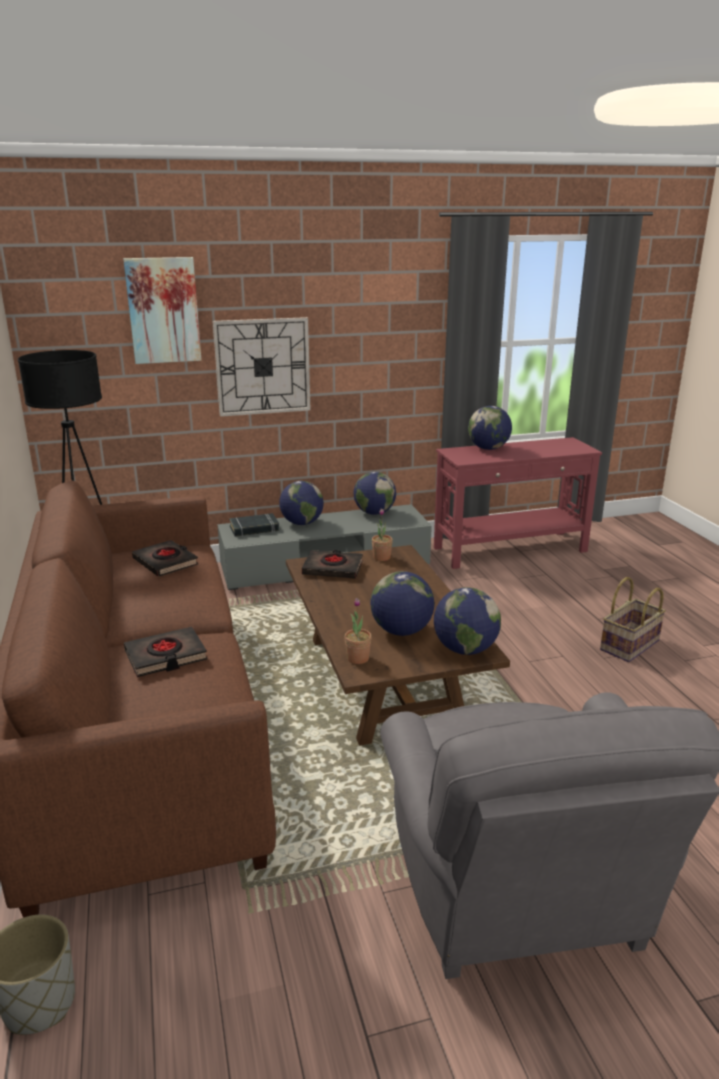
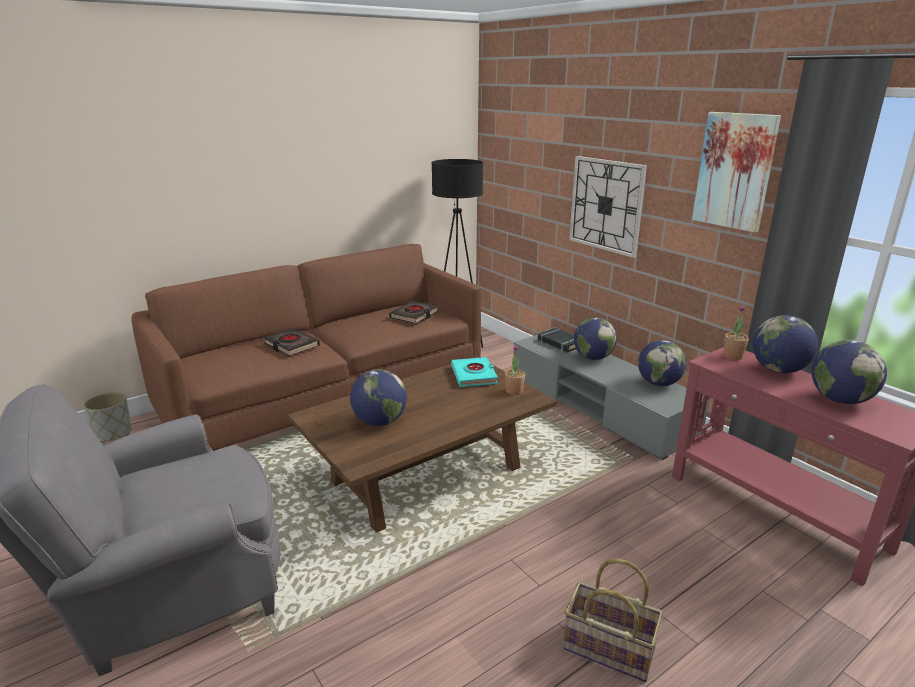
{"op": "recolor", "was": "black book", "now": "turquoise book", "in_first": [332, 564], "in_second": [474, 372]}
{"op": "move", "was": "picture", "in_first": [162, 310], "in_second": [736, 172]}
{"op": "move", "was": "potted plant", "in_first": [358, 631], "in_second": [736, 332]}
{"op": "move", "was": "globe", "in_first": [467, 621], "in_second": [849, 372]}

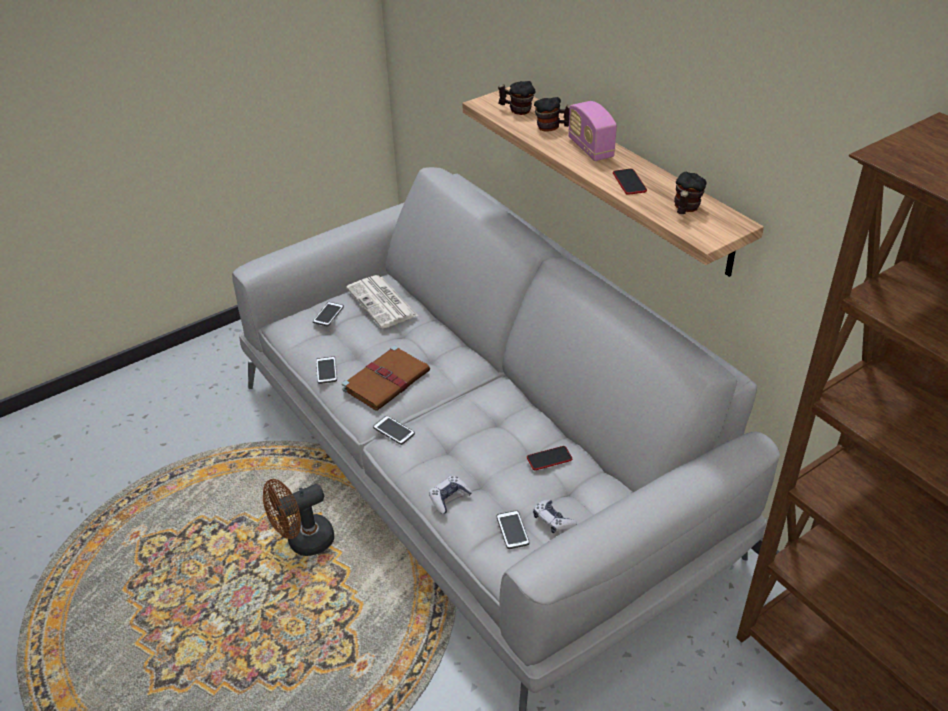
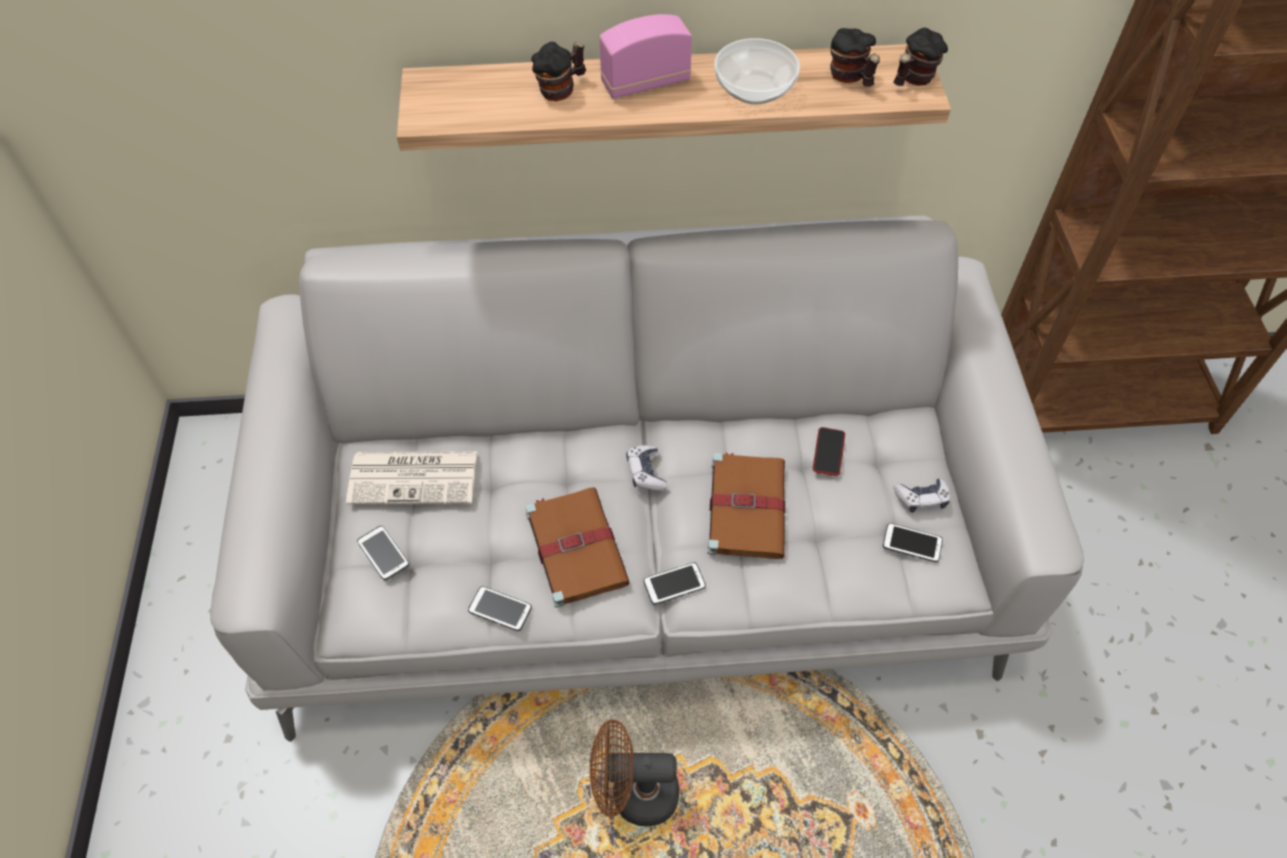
{"op": "rotate", "was": "brown fan", "in_first": [298, 517], "in_second": [634, 772], "clockwise": 90}
{"op": "rotate", "was": "radio", "in_first": [592, 131], "in_second": [645, 56], "clockwise": 150}
{"op": "move", "was": "game controller", "in_first": [450, 494], "in_second": [647, 468]}
{"op": "insert", "now": "brown book", "in_second": [746, 506]}
{"op": "replace", "was": "phone", "now": "bowl", "in_first": [630, 182], "in_second": [757, 71]}
{"op": "move", "was": "mug", "in_first": [517, 98], "in_second": [920, 57]}

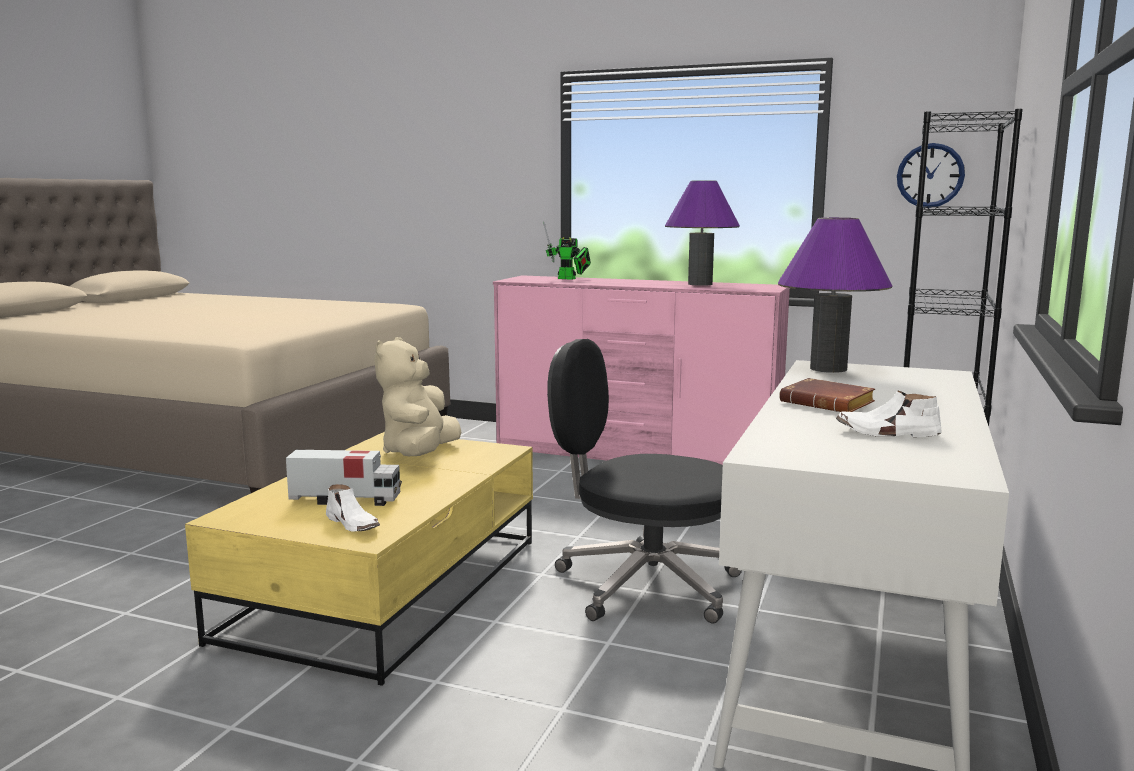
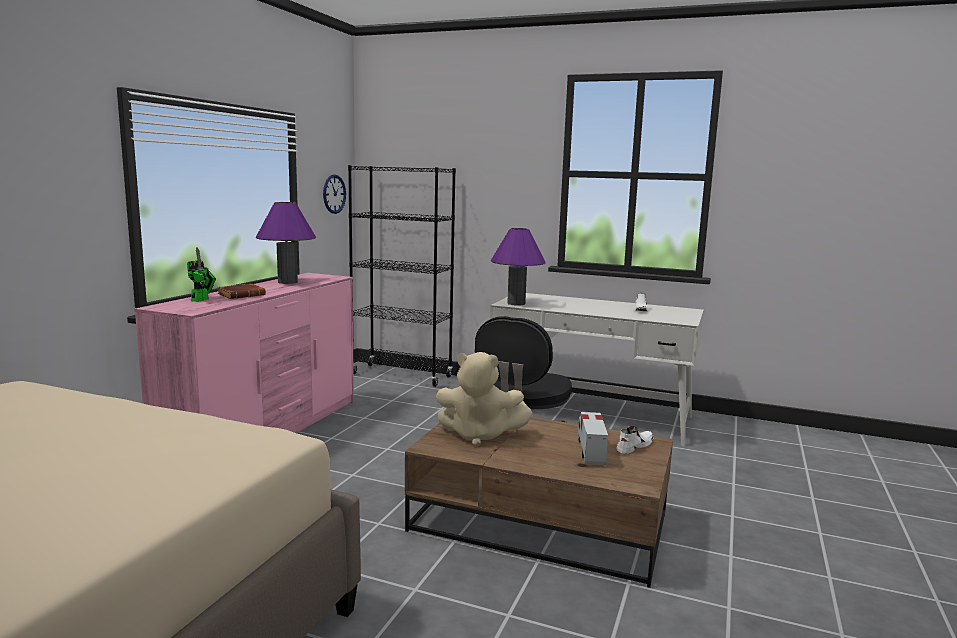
{"op": "move", "was": "brown book", "in_first": [827, 395], "in_second": [241, 291]}
{"op": "recolor", "was": "yellow coffee table", "now": "brown coffee table", "in_first": [359, 559], "in_second": [539, 502]}

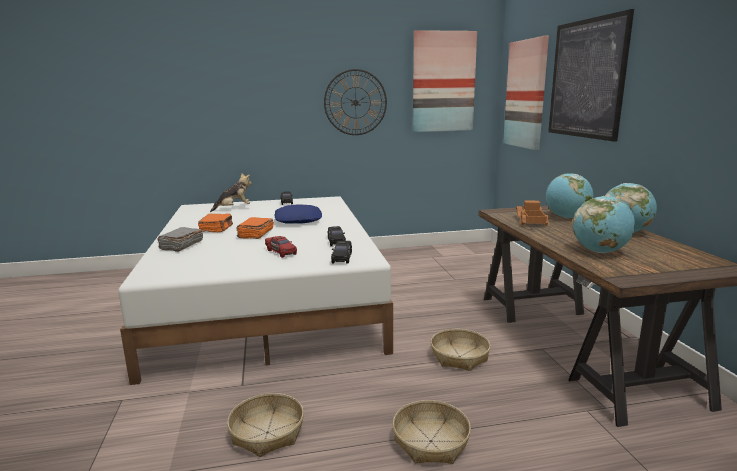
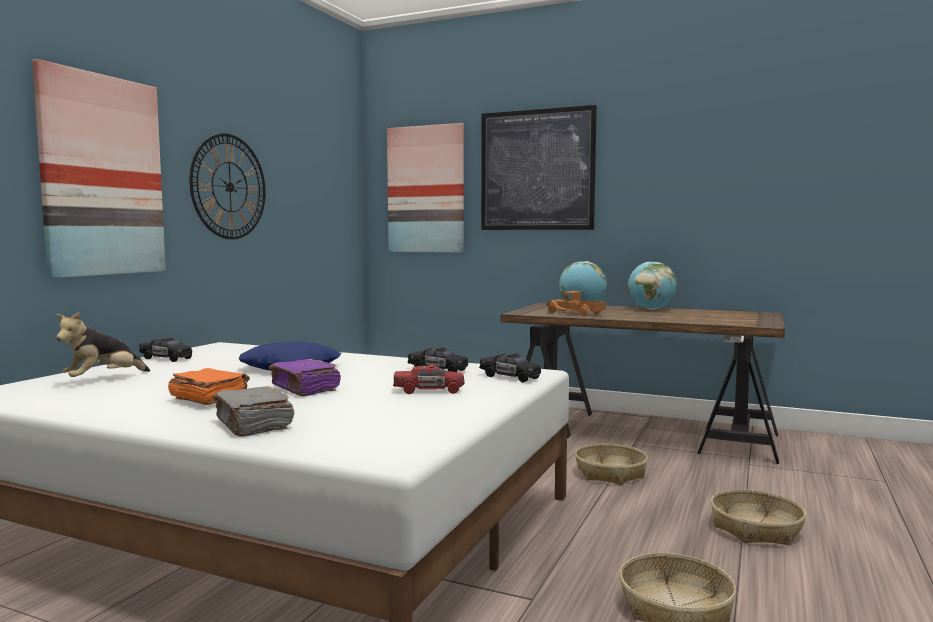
{"op": "move", "was": "picture", "in_first": [445, 81], "in_second": [99, 168]}
{"op": "rotate", "was": "plush toy", "in_first": [231, 192], "in_second": [103, 344], "clockwise": -150}
{"op": "recolor", "was": "orange book", "now": "purple book", "in_first": [255, 228], "in_second": [305, 377]}
{"op": "delete", "was": "globe", "in_first": [604, 224]}

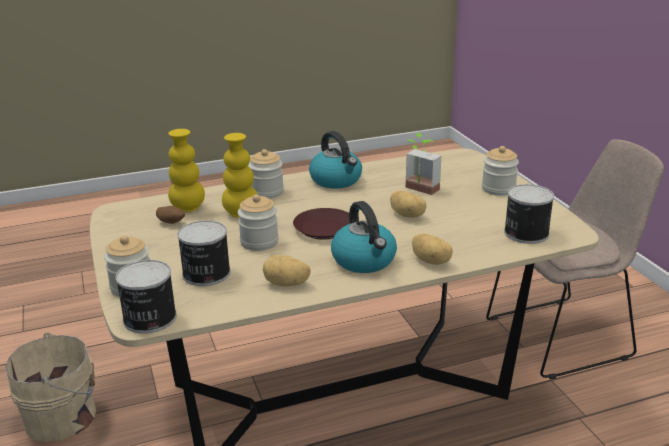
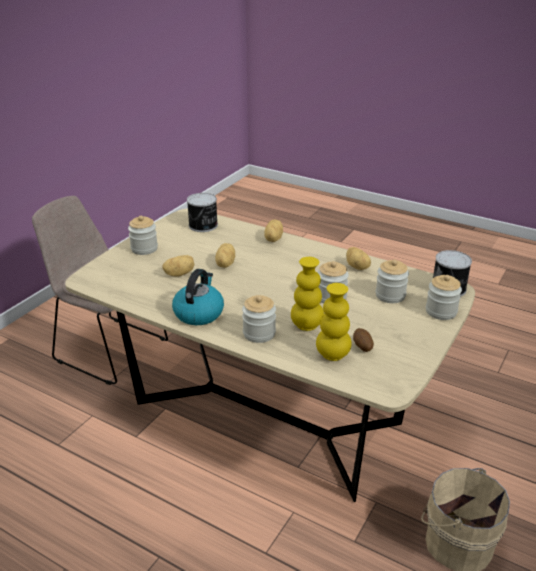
{"op": "replace", "was": "potted plant", "now": "potato", "in_first": [423, 164], "in_second": [178, 265]}
{"op": "replace", "was": "can", "now": "jar", "in_first": [204, 253], "in_second": [392, 281]}
{"op": "delete", "was": "brown plate", "in_first": [322, 224]}
{"op": "delete", "was": "kettle", "in_first": [364, 237]}

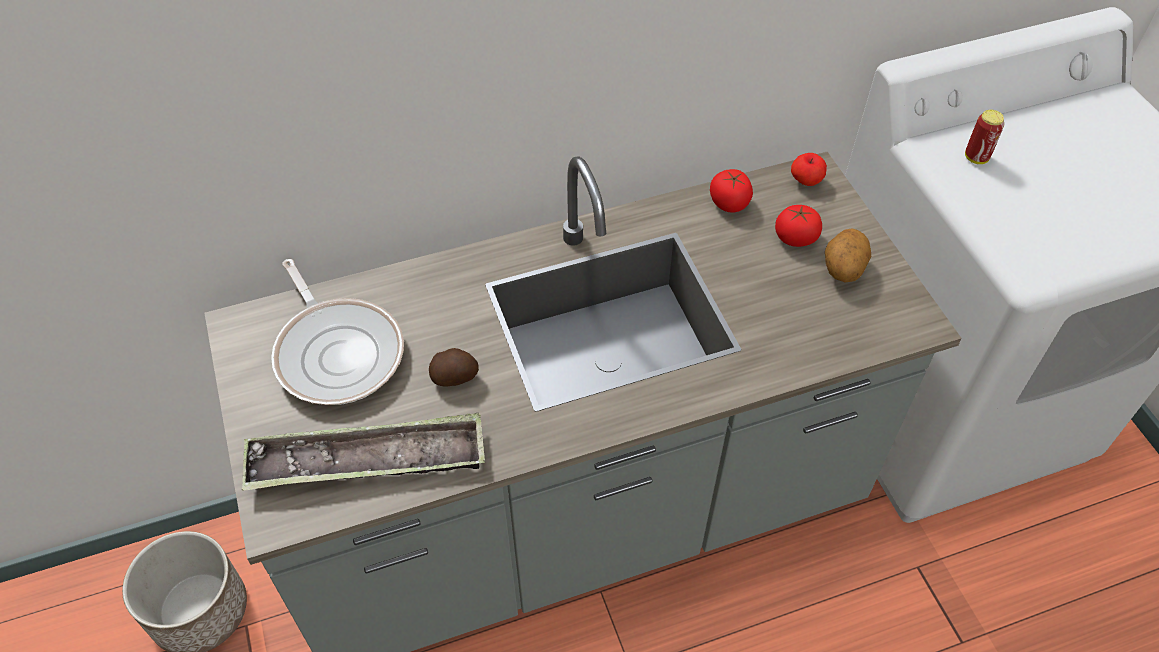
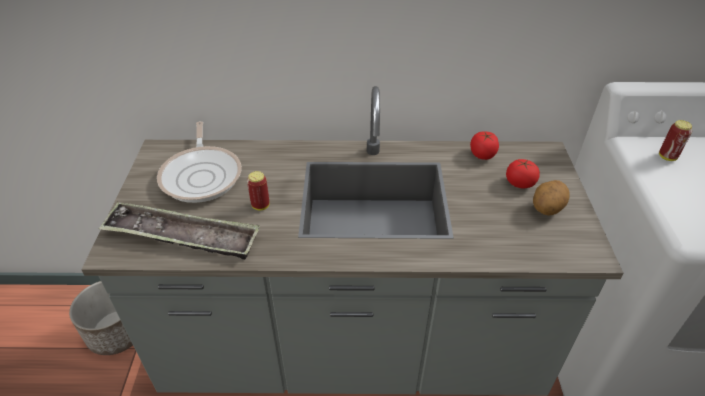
{"op": "replace", "was": "potato", "now": "can", "in_first": [454, 367], "in_second": [258, 191]}
{"op": "delete", "was": "apple", "in_first": [809, 169]}

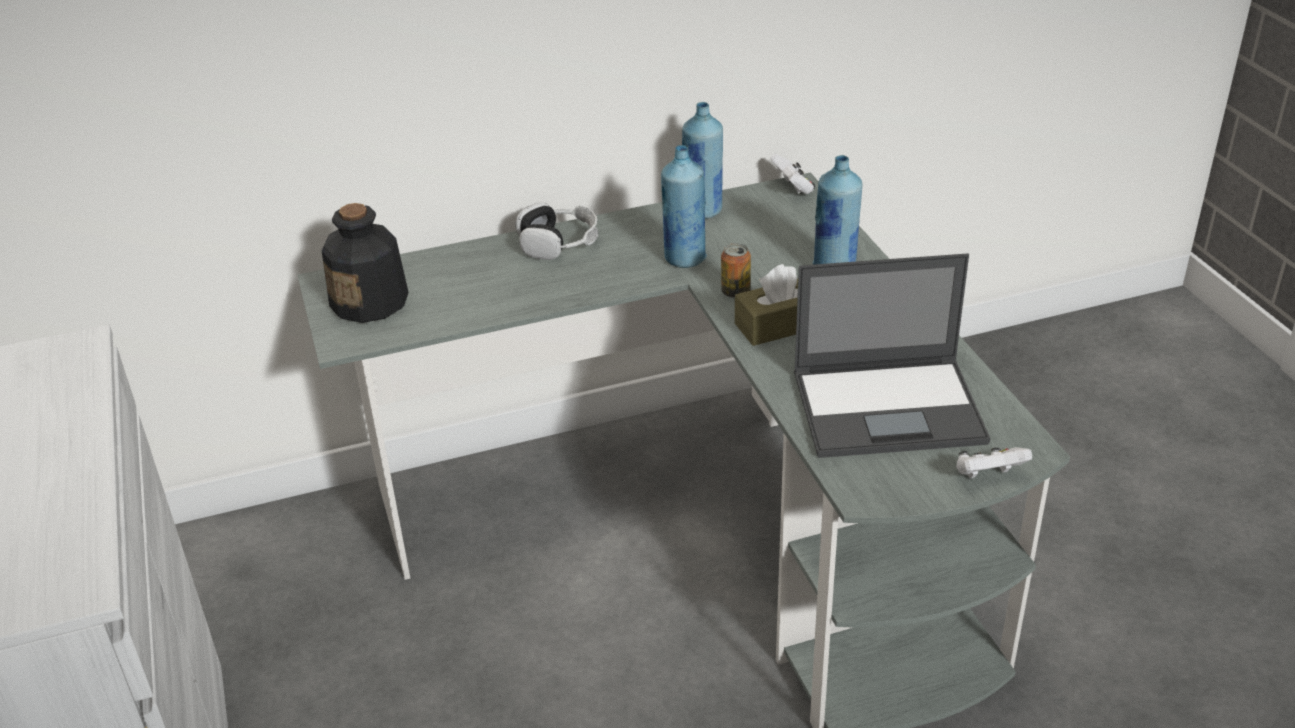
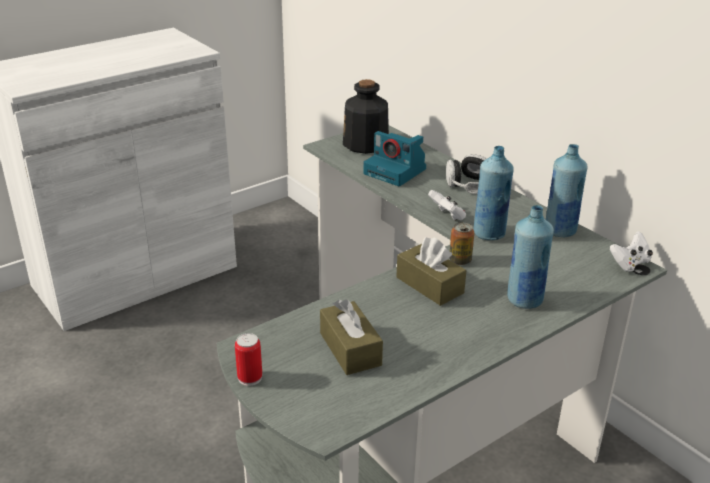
{"op": "insert", "now": "can", "in_second": [248, 359]}
{"op": "replace", "was": "laptop", "now": "brown tissue box", "in_first": [892, 355], "in_second": [351, 337]}
{"op": "insert", "now": "photo camera", "in_second": [394, 158]}
{"op": "move", "was": "white game controller", "in_first": [994, 463], "in_second": [447, 205]}

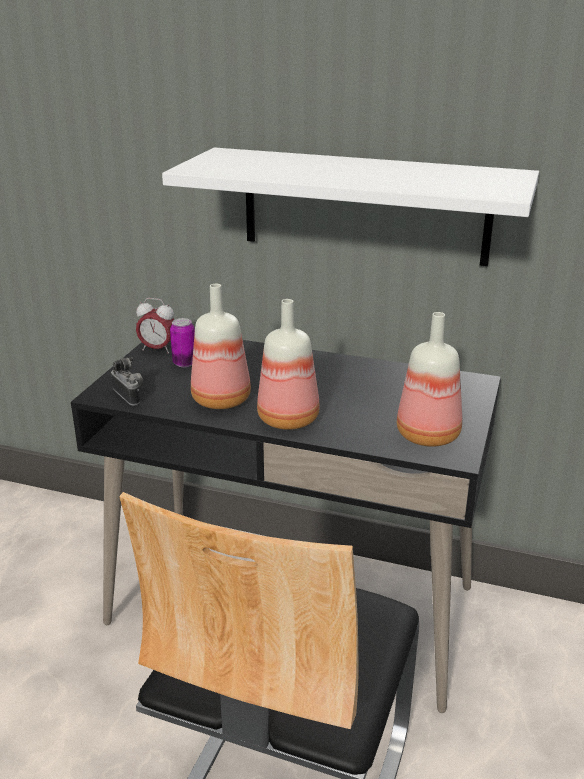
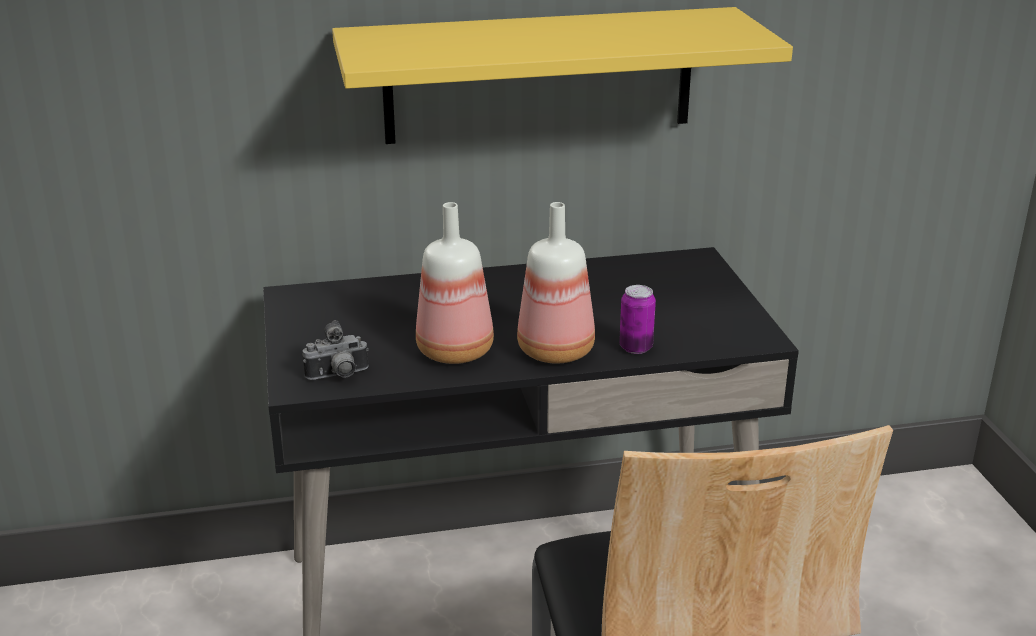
{"op": "rotate", "was": "photo camera", "in_first": [127, 381], "in_second": [335, 350], "clockwise": 135}
{"op": "recolor", "was": "white shelf", "now": "yellow shelf", "in_first": [350, 207], "in_second": [562, 75]}
{"op": "move", "was": "can", "in_first": [182, 342], "in_second": [637, 319]}
{"op": "delete", "was": "alarm clock", "in_first": [155, 326]}
{"op": "delete", "was": "bottle", "in_first": [429, 379]}

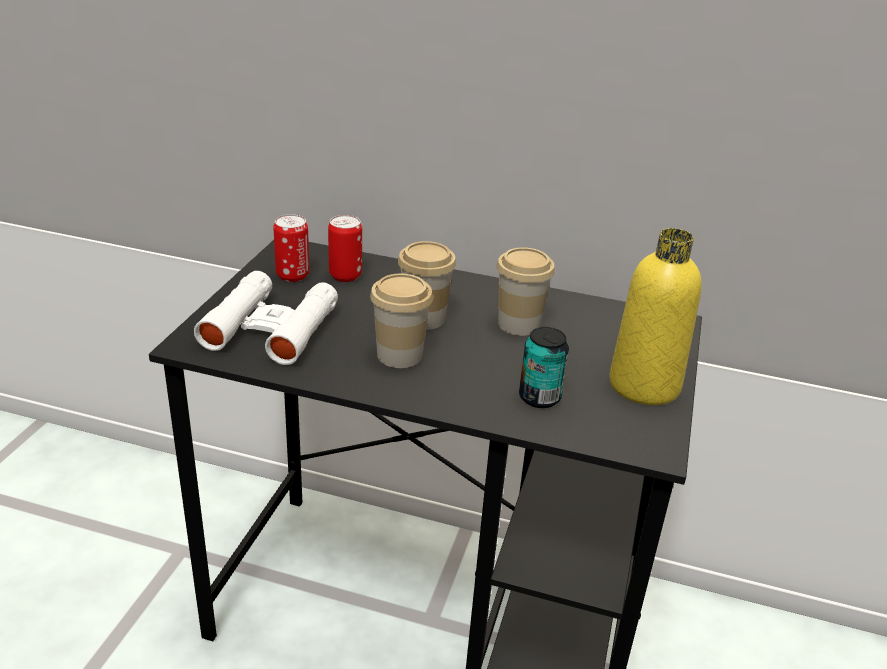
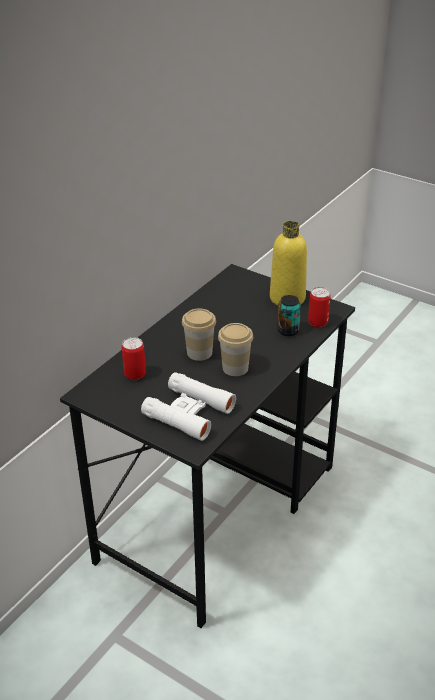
{"op": "move", "was": "can", "in_first": [291, 248], "in_second": [319, 307]}
{"op": "delete", "was": "cup", "in_first": [525, 291]}

